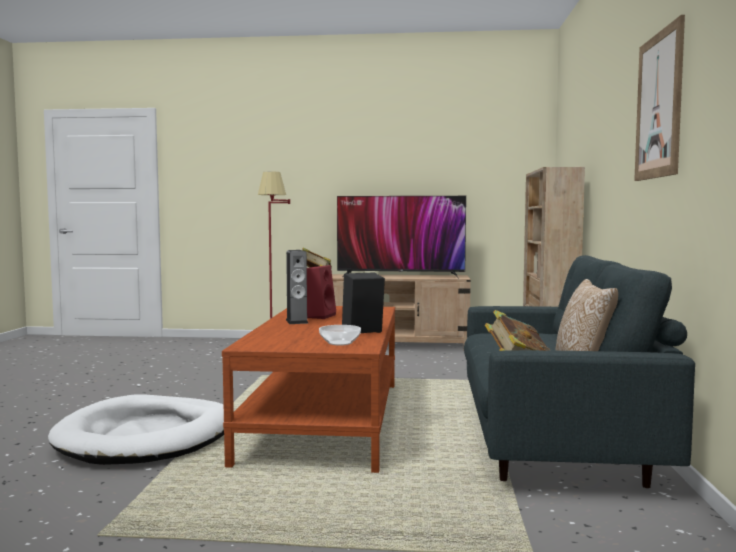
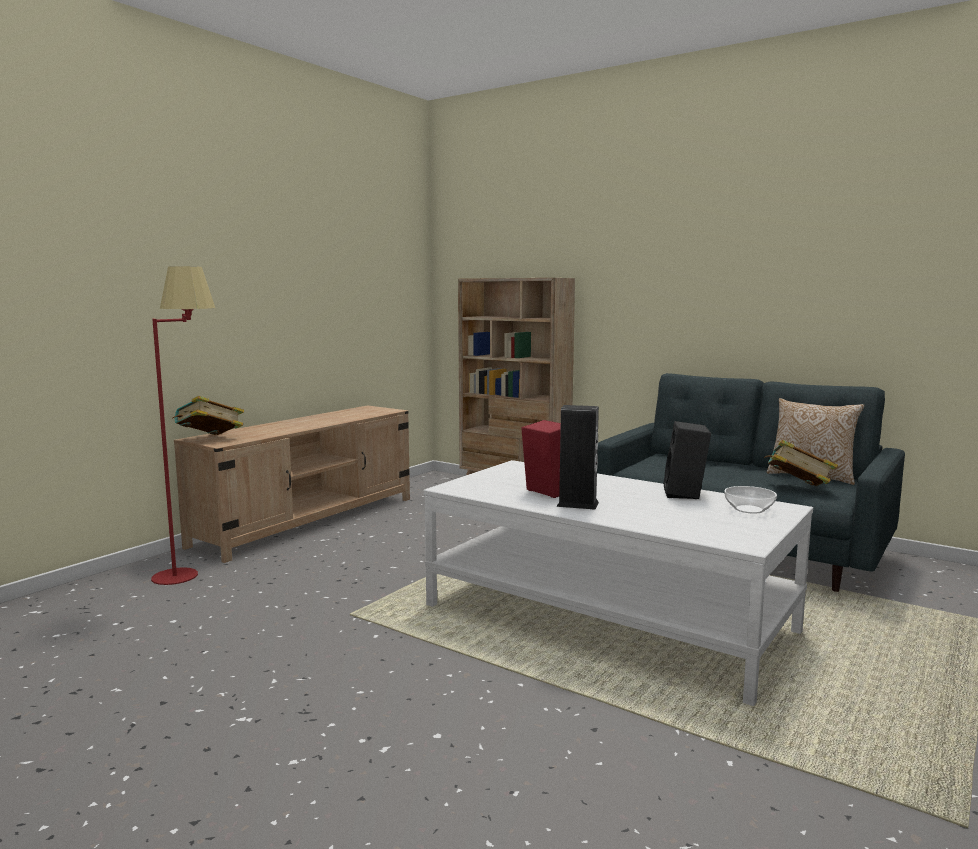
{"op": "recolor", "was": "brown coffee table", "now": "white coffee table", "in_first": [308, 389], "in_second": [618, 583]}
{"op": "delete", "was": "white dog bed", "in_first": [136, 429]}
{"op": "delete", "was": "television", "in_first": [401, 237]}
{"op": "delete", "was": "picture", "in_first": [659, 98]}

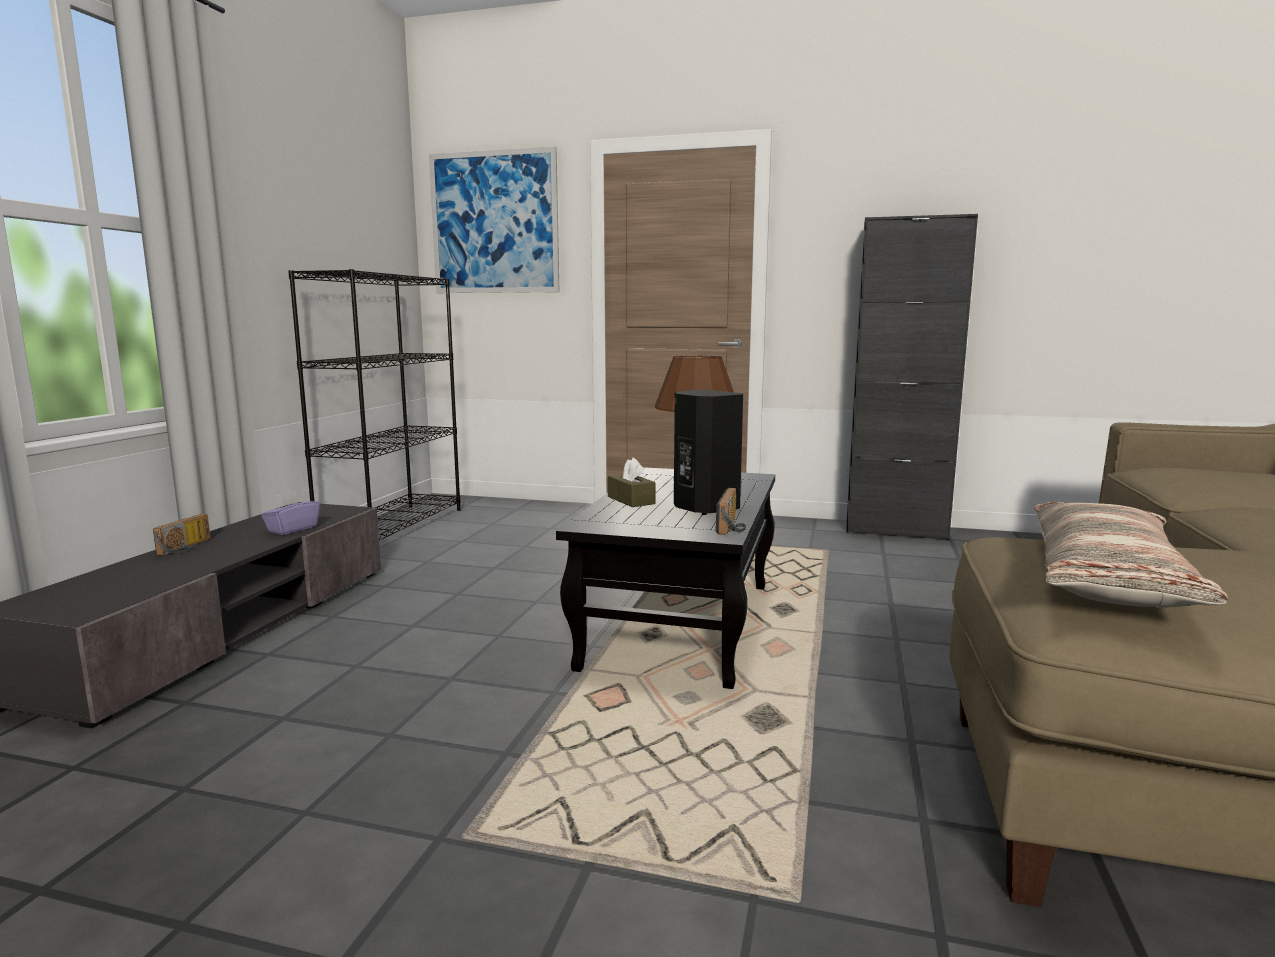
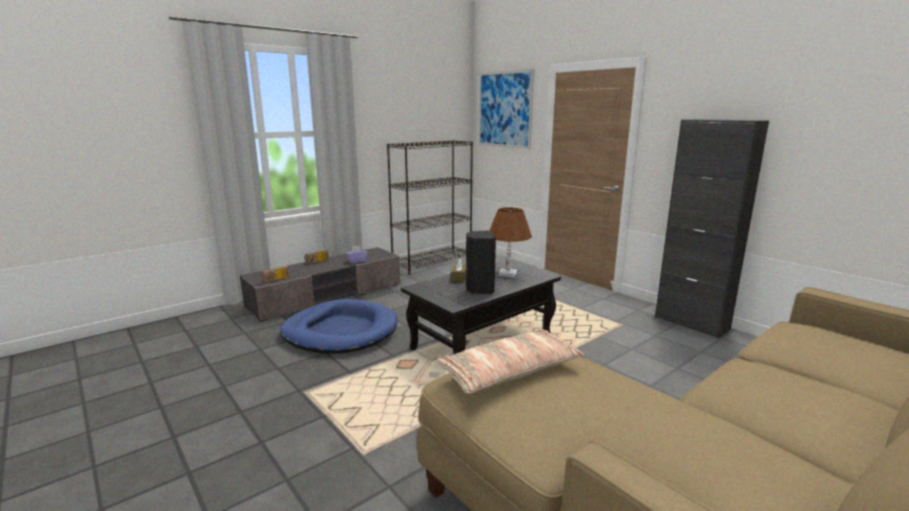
{"op": "move", "was": "radio", "in_first": [731, 511], "in_second": [275, 274]}
{"op": "insert", "now": "blue dog bed", "in_second": [338, 326]}

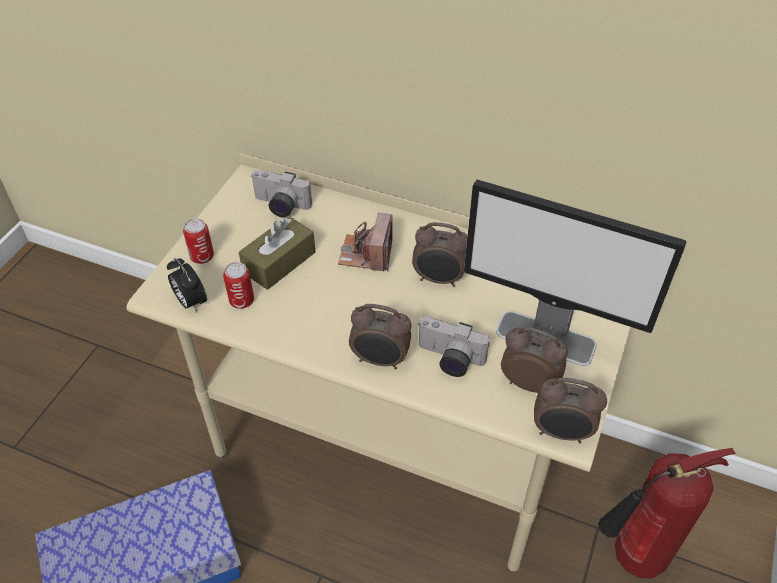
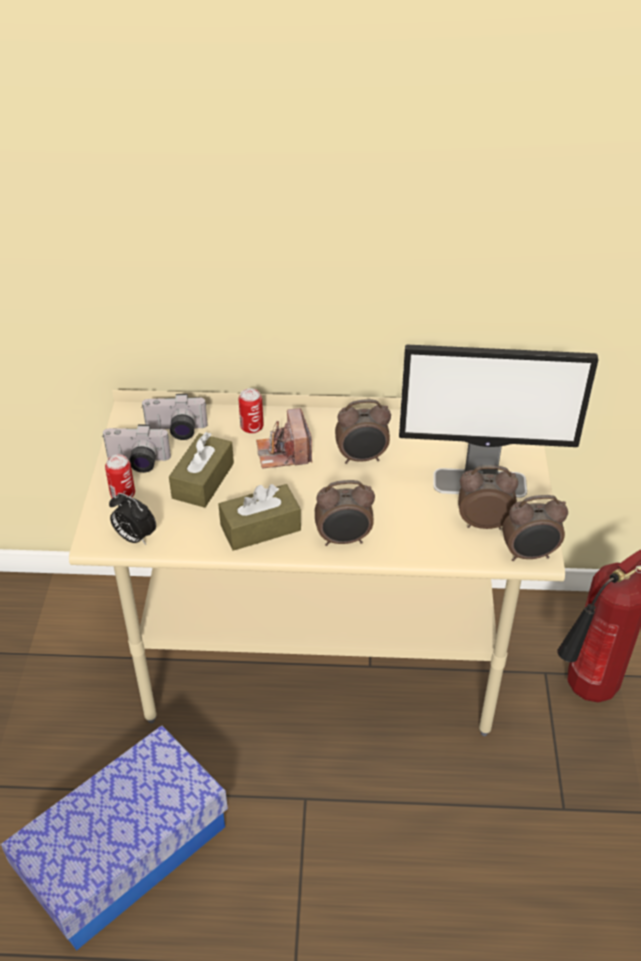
{"op": "move", "was": "photo camera", "in_first": [454, 347], "in_second": [136, 449]}
{"op": "insert", "now": "brown tissue box", "in_second": [260, 517]}
{"op": "move", "was": "can", "in_first": [238, 285], "in_second": [251, 411]}

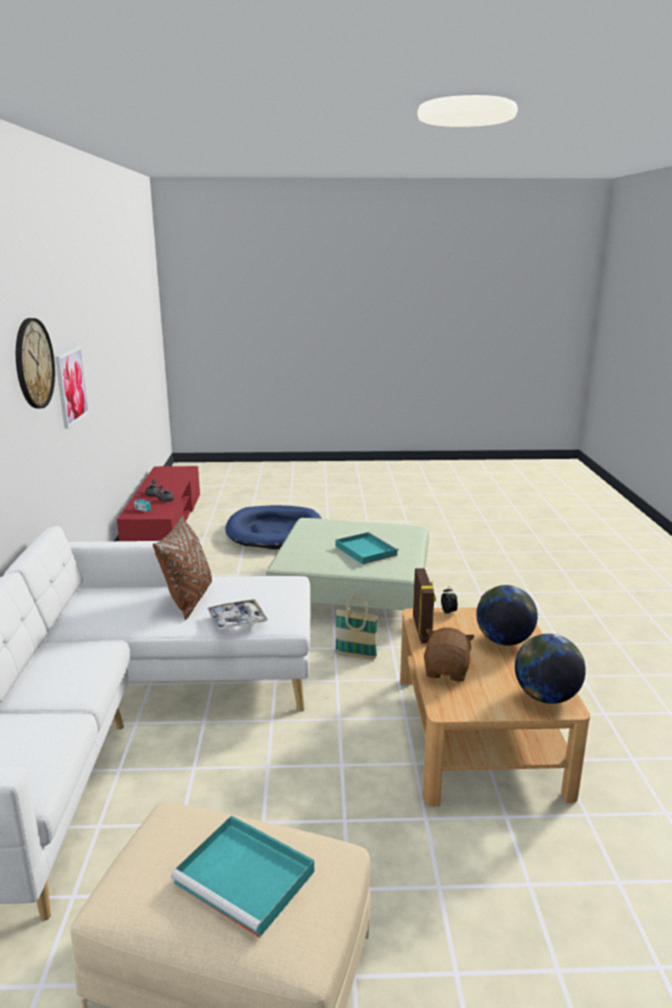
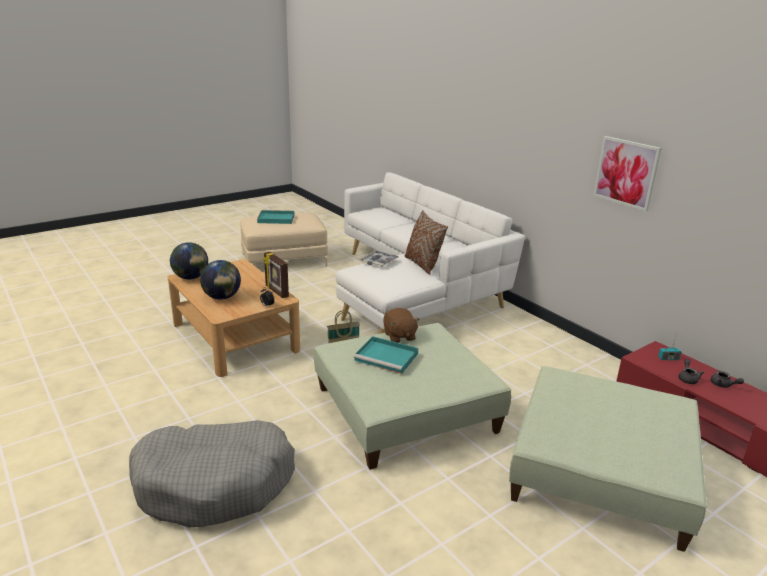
{"op": "insert", "now": "grey dog bed", "in_second": [212, 473]}
{"op": "move", "was": "brown plush toy", "in_first": [449, 654], "in_second": [401, 325]}
{"op": "replace", "was": "blue dog bed", "now": "green ottoman", "in_first": [274, 527], "in_second": [608, 459]}
{"op": "delete", "was": "wall clock", "in_first": [35, 363]}

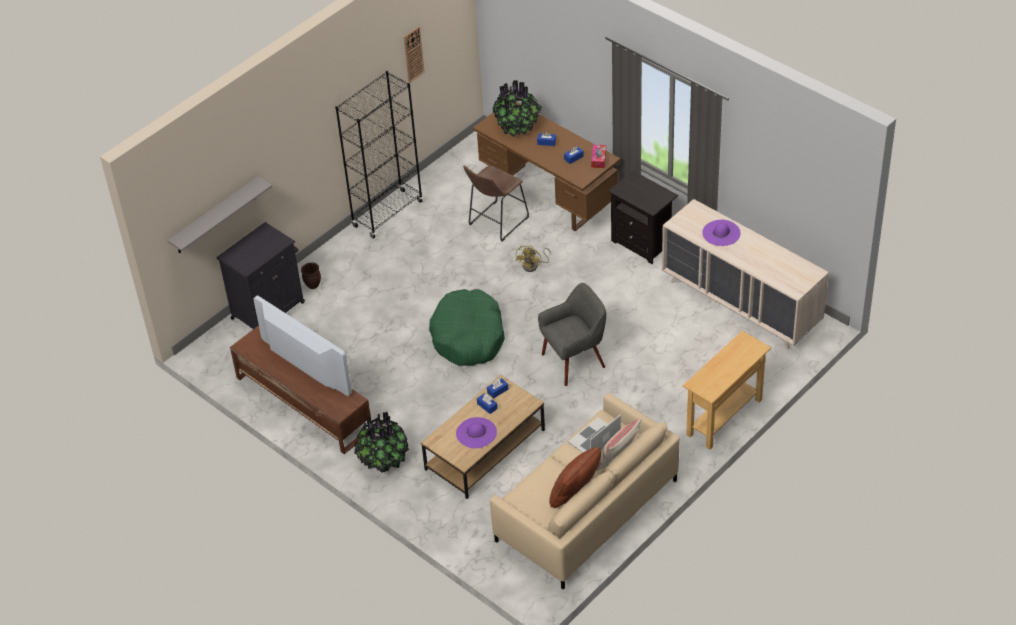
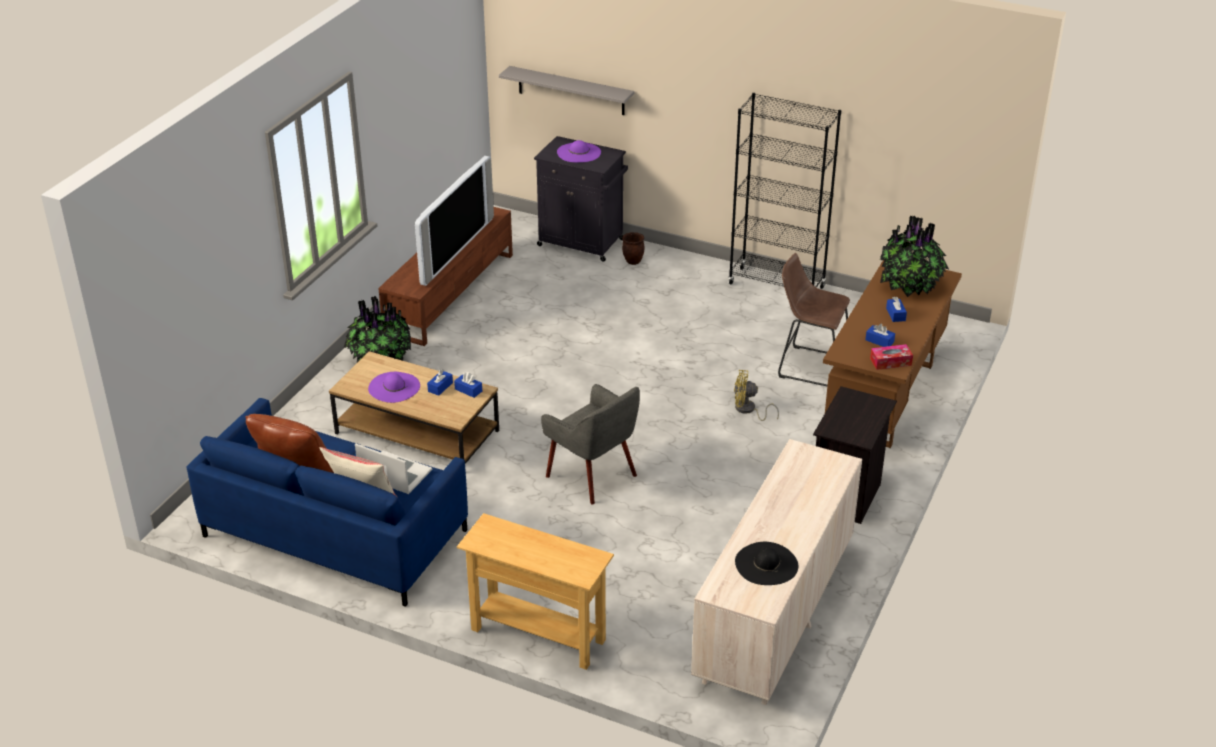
{"op": "recolor", "was": "beige sofa", "now": "blue sofa", "in_first": [585, 491], "in_second": [327, 502]}
{"op": "move", "was": "purple hat", "in_first": [721, 233], "in_second": [579, 151]}
{"op": "insert", "now": "black hat", "in_second": [766, 563]}
{"op": "delete", "was": "wall clock", "in_first": [414, 54]}
{"op": "delete", "was": "green dog bed", "in_first": [467, 327]}

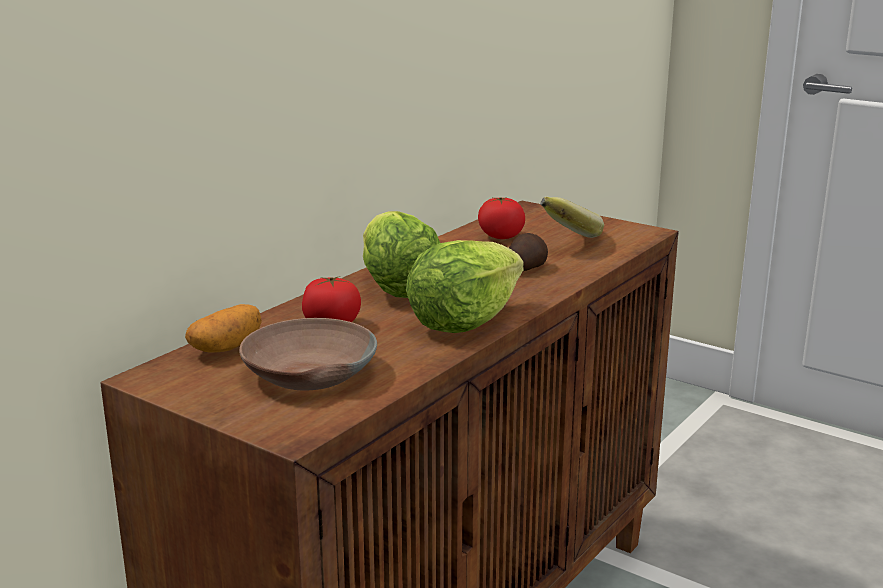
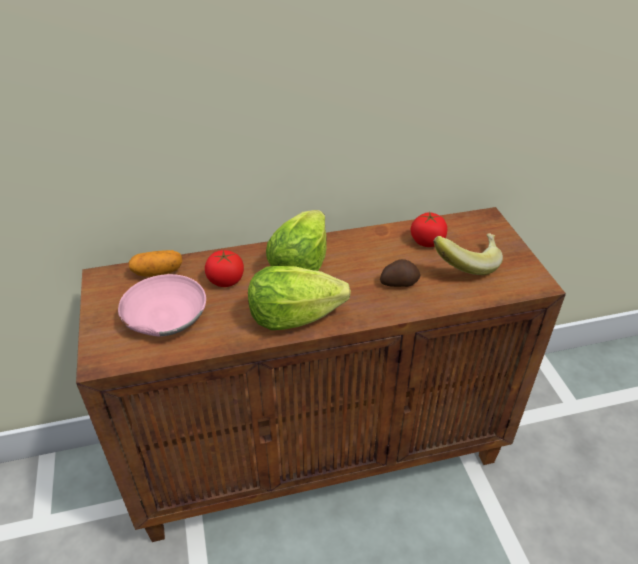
{"op": "recolor", "was": "brown bowl", "now": "pink bowl", "in_first": [308, 354], "in_second": [162, 305]}

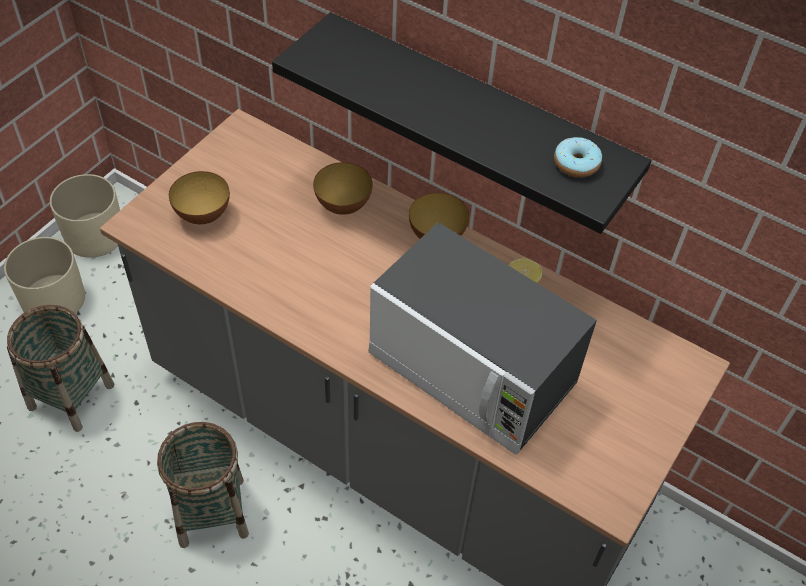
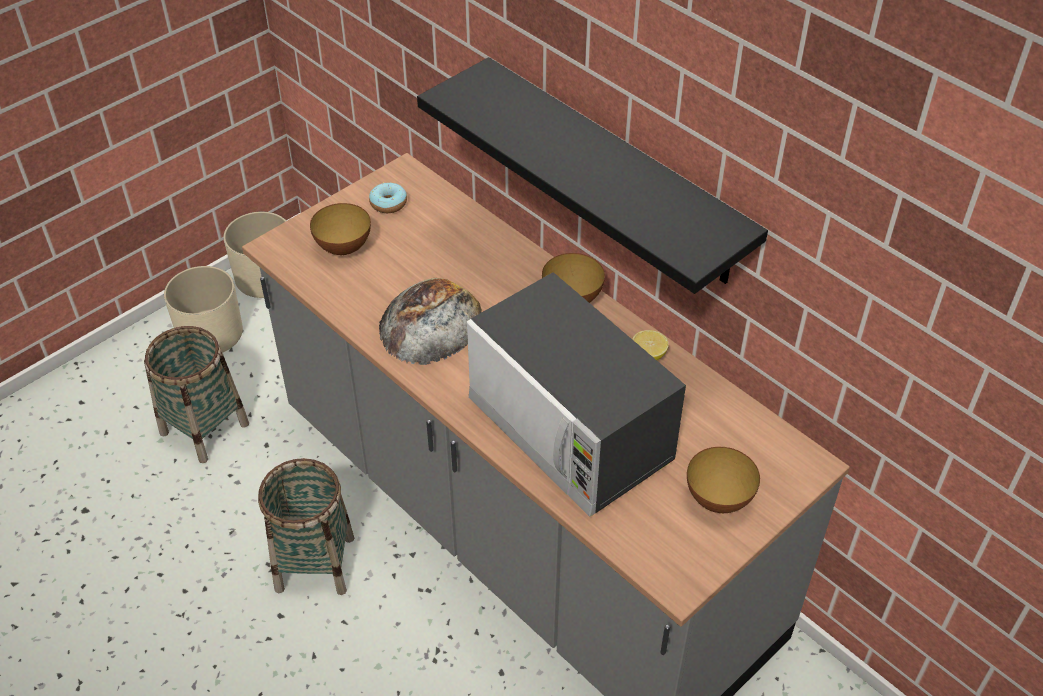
{"op": "move", "was": "donut", "in_first": [578, 157], "in_second": [388, 198]}
{"op": "insert", "now": "bread", "in_second": [430, 321]}
{"op": "move", "was": "bowl", "in_first": [343, 188], "in_second": [723, 480]}

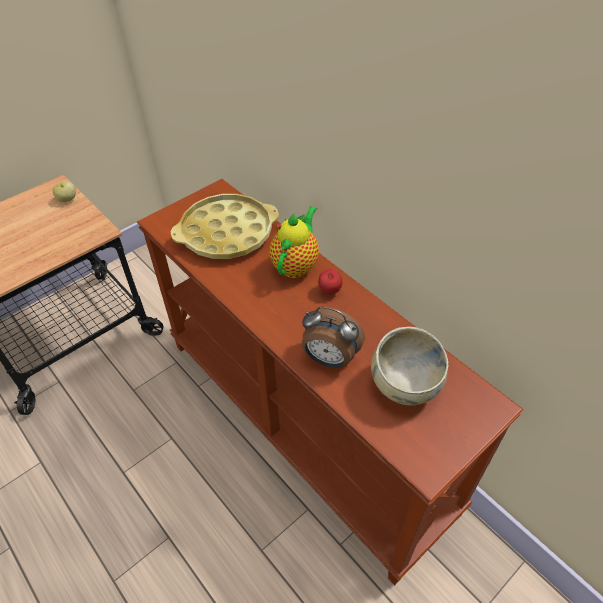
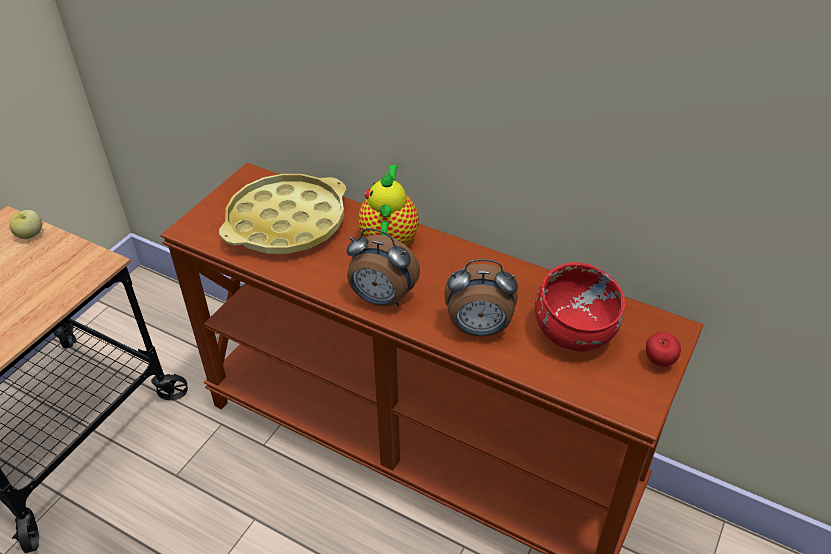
{"op": "insert", "now": "alarm clock", "in_second": [383, 267]}
{"op": "recolor", "was": "beige bowl", "now": "red bowl", "in_first": [410, 366], "in_second": [580, 306]}
{"op": "move", "was": "apple", "in_first": [330, 281], "in_second": [663, 349]}

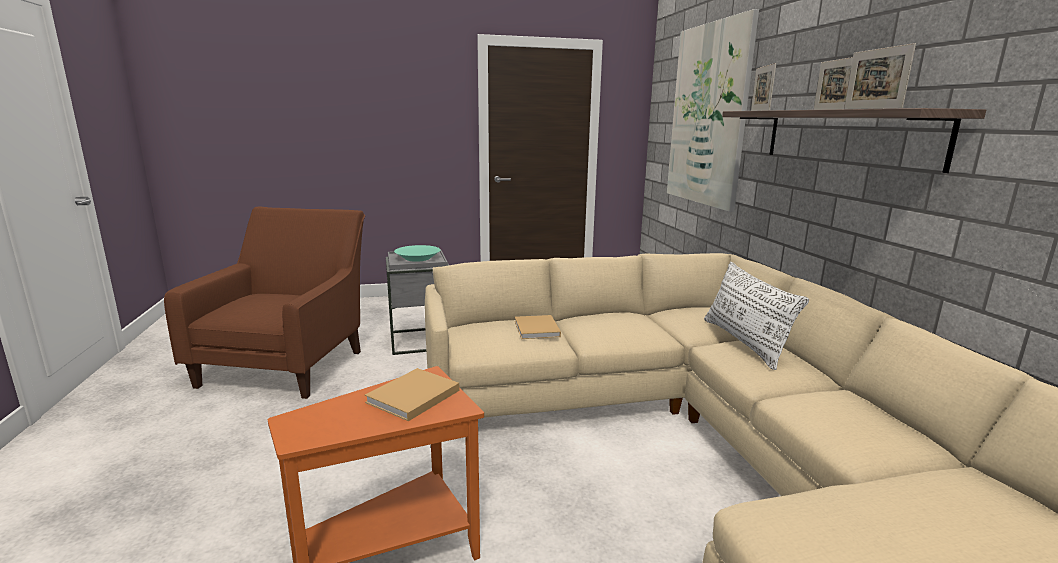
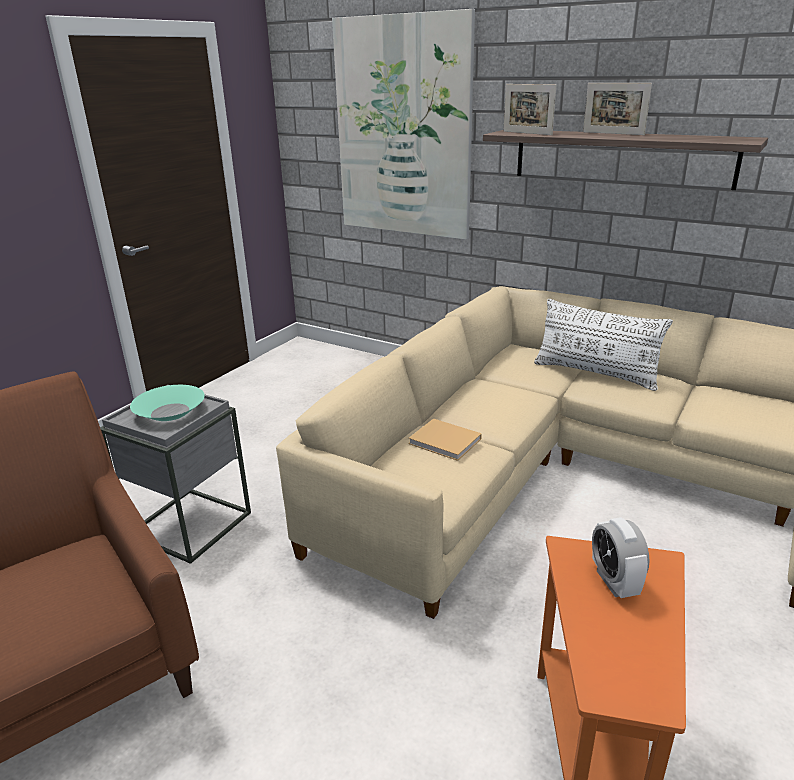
{"op": "replace", "was": "beige book", "now": "alarm clock", "in_first": [412, 394], "in_second": [620, 557]}
{"op": "delete", "was": "picture frame", "in_first": [880, 76]}

